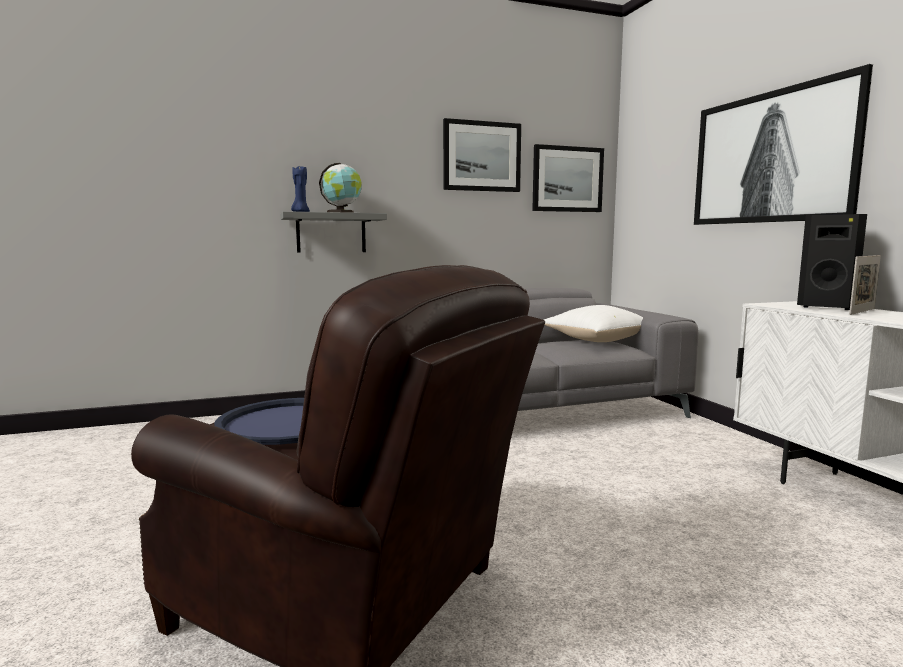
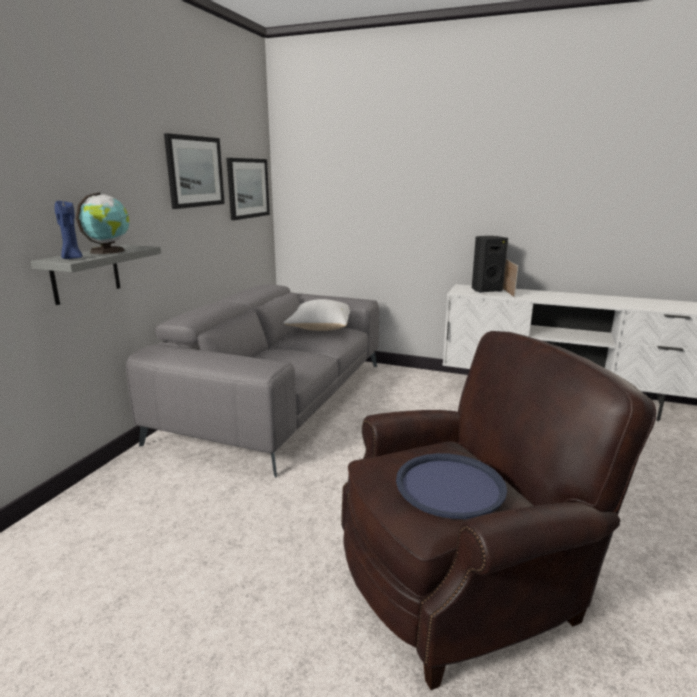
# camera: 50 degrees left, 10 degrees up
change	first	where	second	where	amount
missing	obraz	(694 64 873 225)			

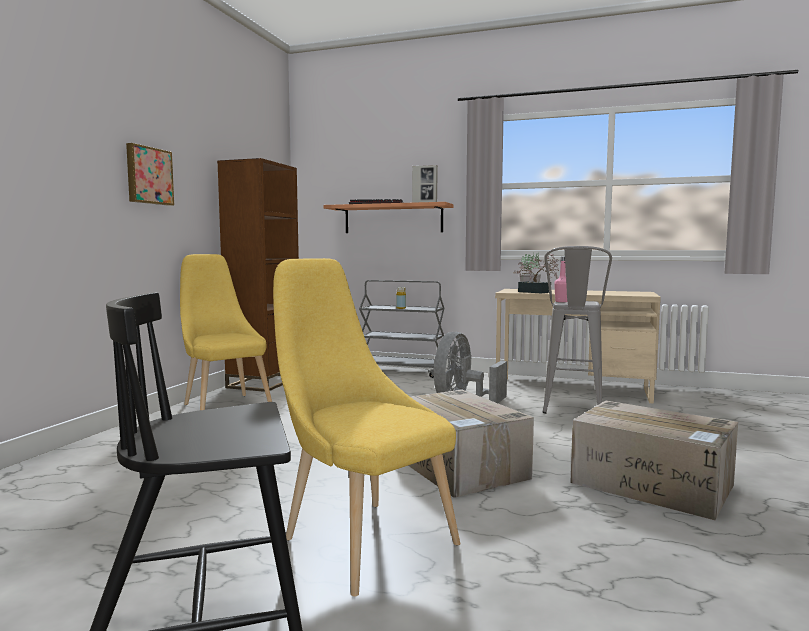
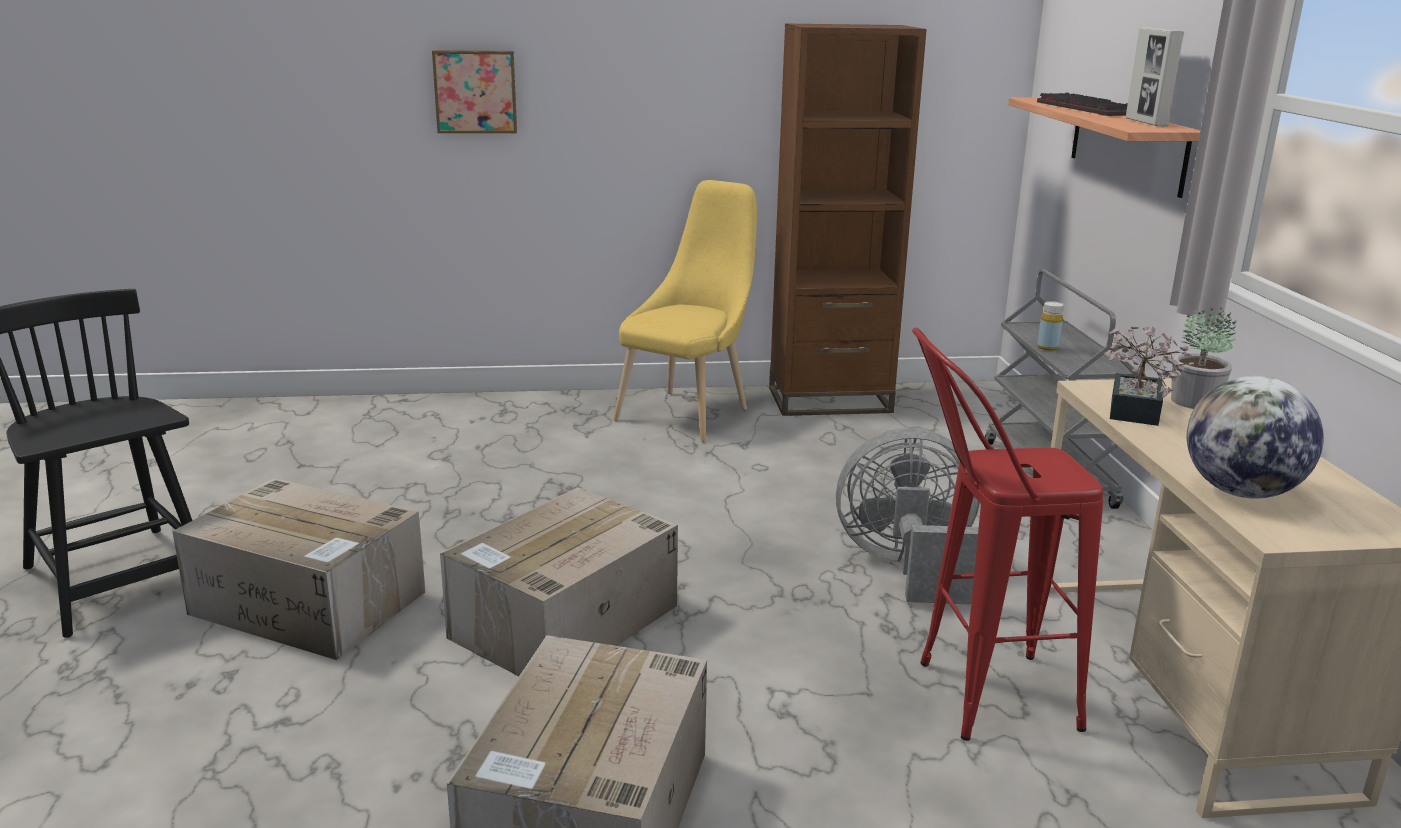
# camera: 65 degrees right, 15 degrees up
change	first	where	second	where	amount
relocated	obraz	(126 143 174 206)		(432 50 517 133)	
exchanged	krzesło [żółty]	(273 258 460 597)	karton	(172 478 425 660)	
colour	stołek [szary]	(542 246 612 414)	stołek [czerwony]	(912 328 1103 741)	
missing	butelka [różowy]	(554 257 567 302)			
appeared			globus	(1187 376 1324 498)	

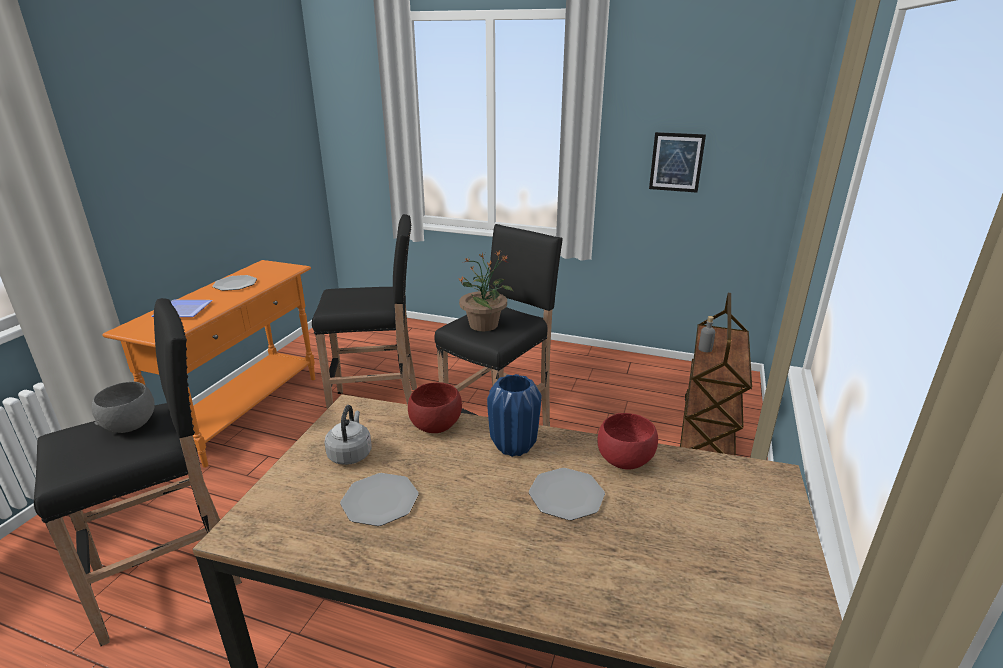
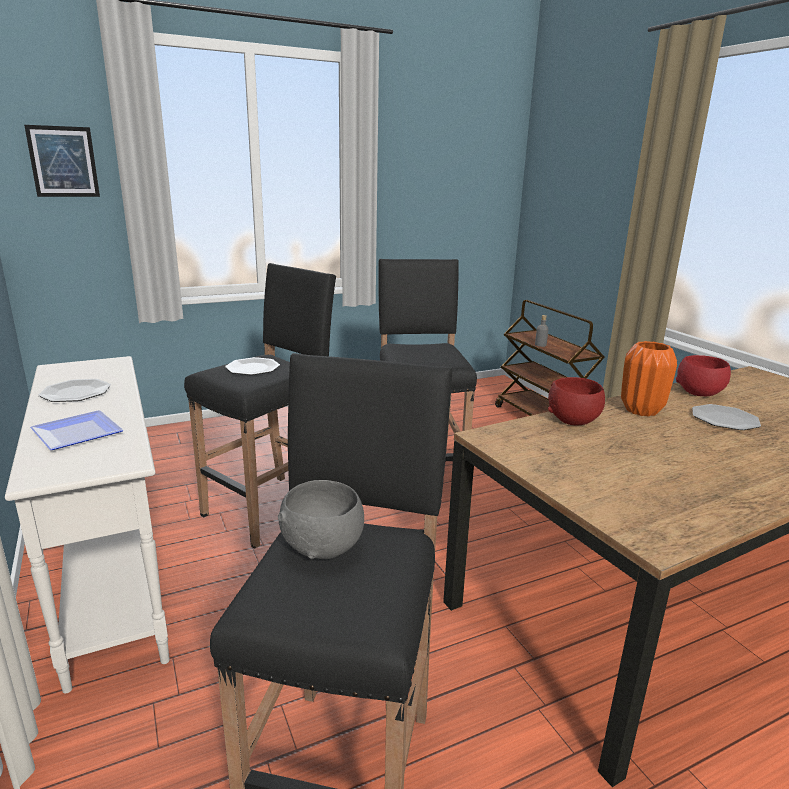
# camera: 45 degrees left, 5 degrees down
change	first	where	second	where	amount
colour	stolik konsolowy [pomarańczowy]	(102 260 315 468)	stolik konsolowy [biały]	(5 356 170 693)	
missing	czajnik [szary]	(325 405 372 465)			
relocated	talerz	(340 473 419 526)		(225 357 280 375)	
missing	roślina doniczkowa	(458 251 514 331)			
colour	wazon [niebieski]	(487 374 541 457)	wazon [pomarańczowy]	(621 341 677 416)	
relocated	obraz	(649 132 706 192)		(24 125 100 197)	

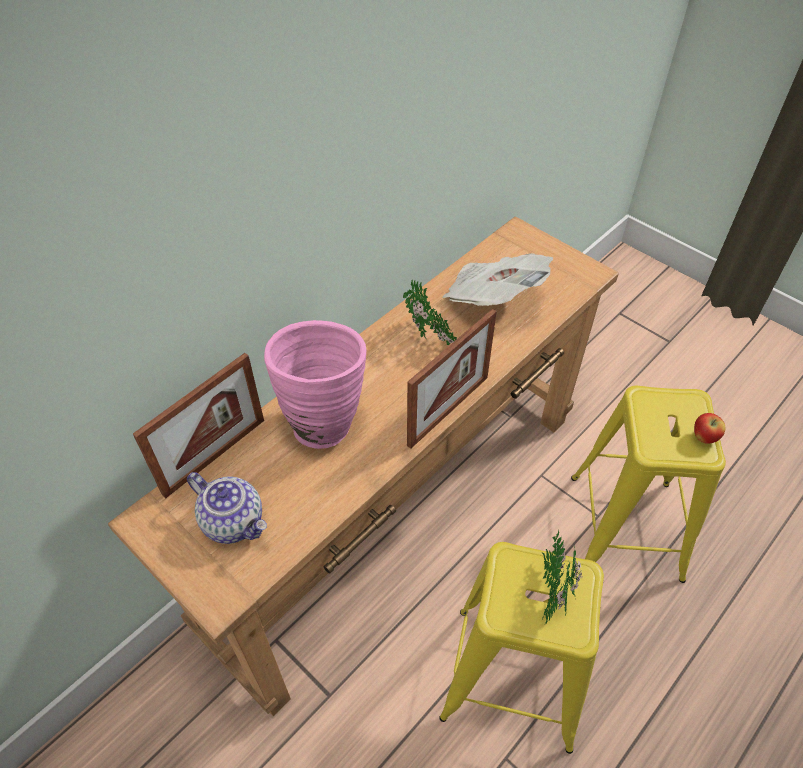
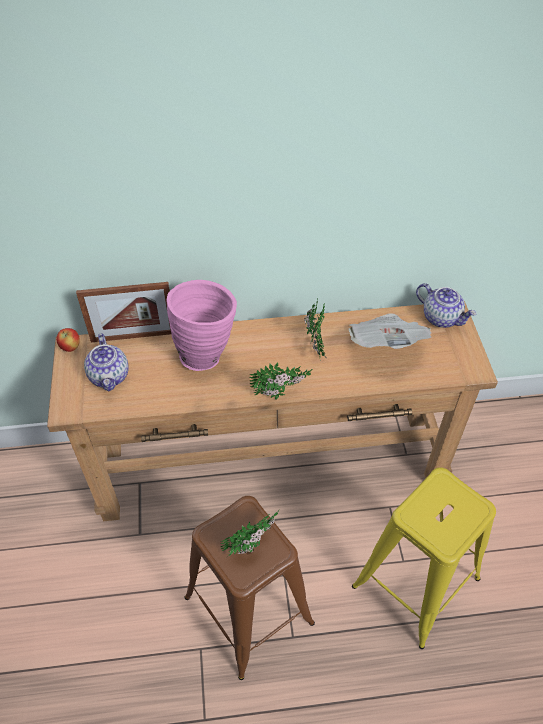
# camera: 40 degrees right, 0 degrees up
change	first	where	second	where	amount
exchanged	ramka na zdjęcie	(407 309 497 449)	roślina doniczkowa	(249 362 313 400)	
colour	stołek [żółty]	(439 542 604 754)	stołek [brązowy]	(185 496 315 680)	
relocated	jabłko	(694 413 725 444)		(56 328 80 352)	
appeared			imbryk	(416 283 477 328)	

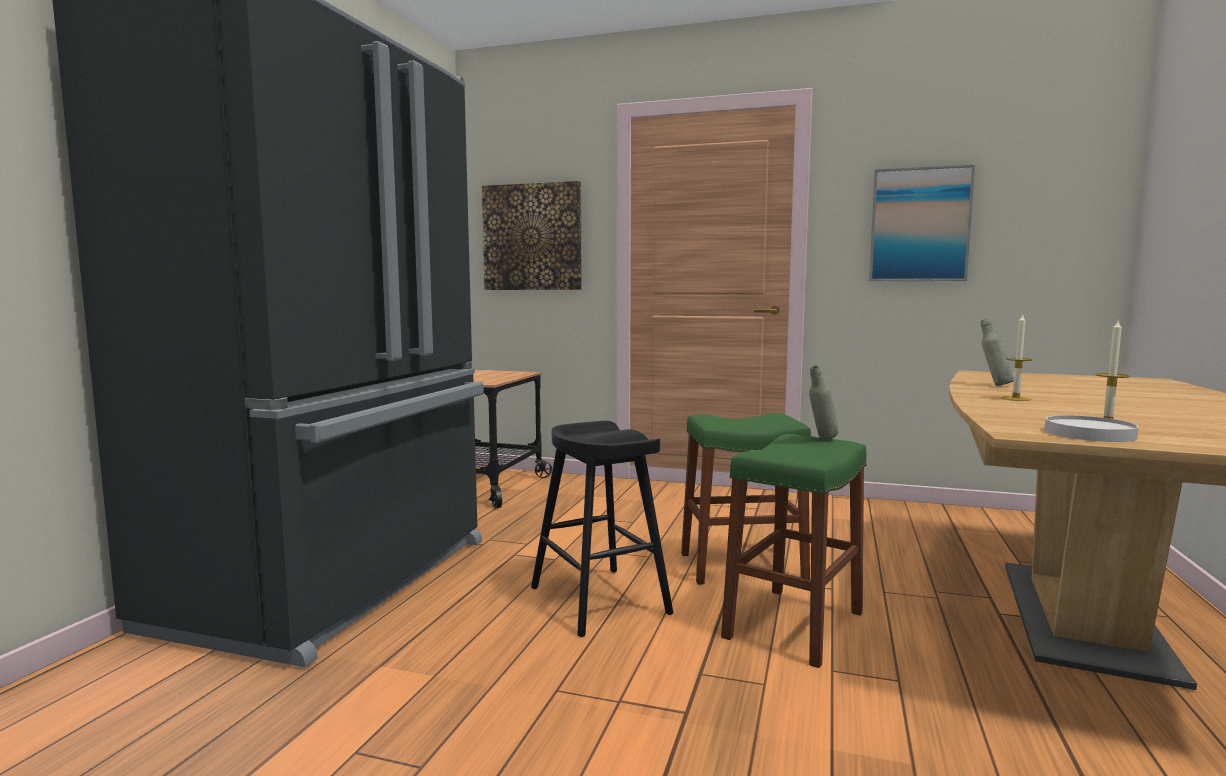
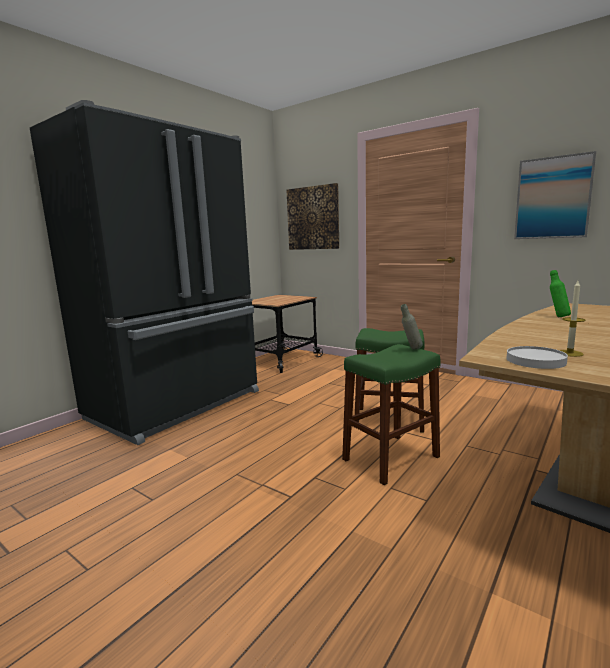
# camera: 20 degrees right, 5 degrees up
change	first	where	second	where	amount
missing	stołek [czarny]	(531 421 673 637)			
colour	butelka [szary]	(981 318 1014 386)	butelka [zielony]	(550 270 571 317)	
missing	świeca	(1001 315 1032 401)			

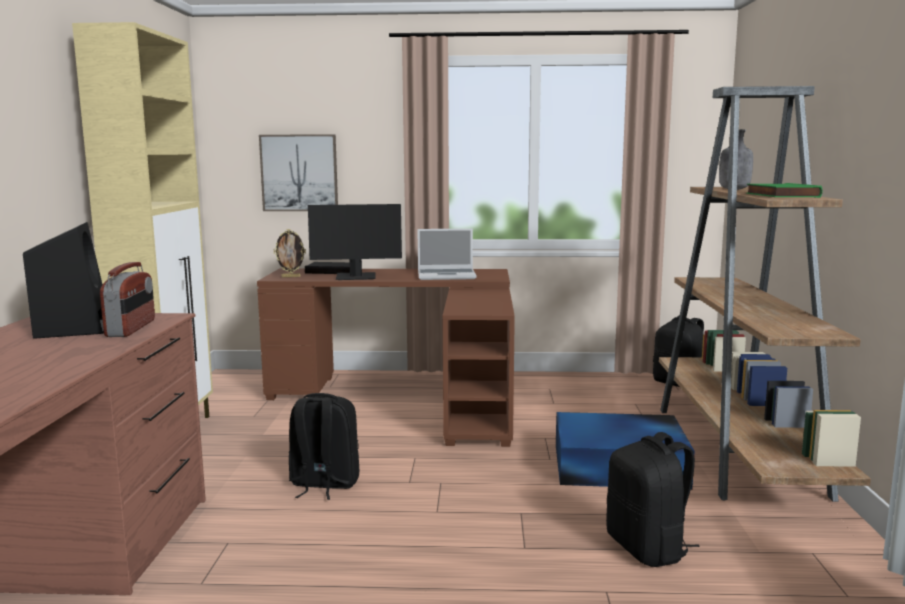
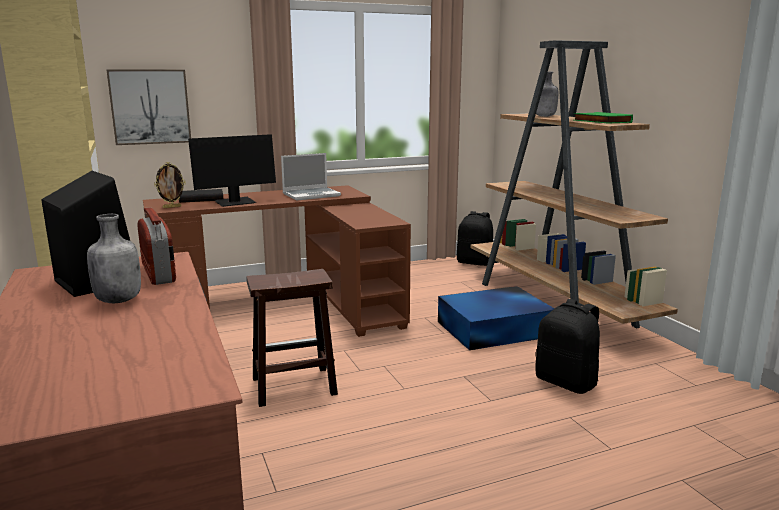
# camera: 25 degrees left, 5 degrees up
change	first	where	second	where	amount
exchanged	plecak [czarny]	(289 393 359 500)	stołek [brązowy]	(246 269 338 407)	
appeared			butelka [szary]	(87 214 141 303)	

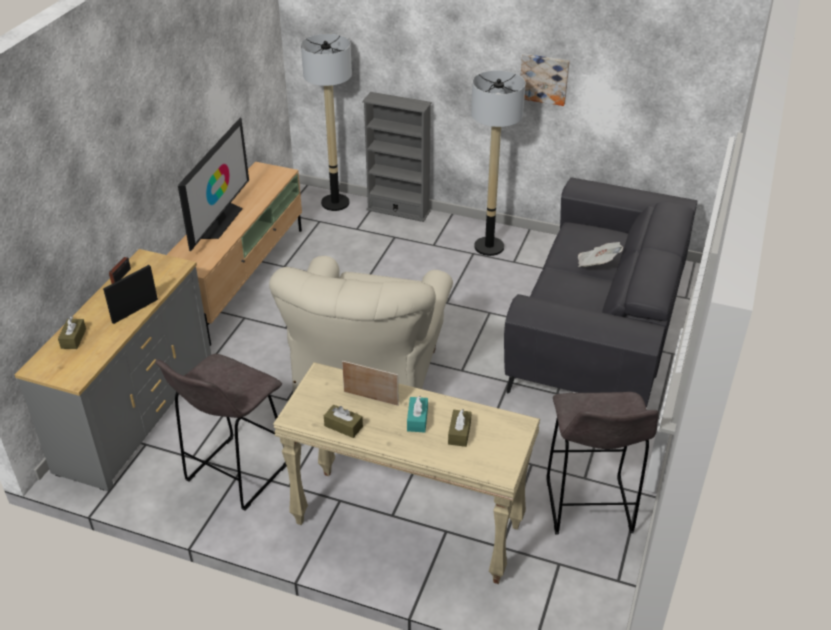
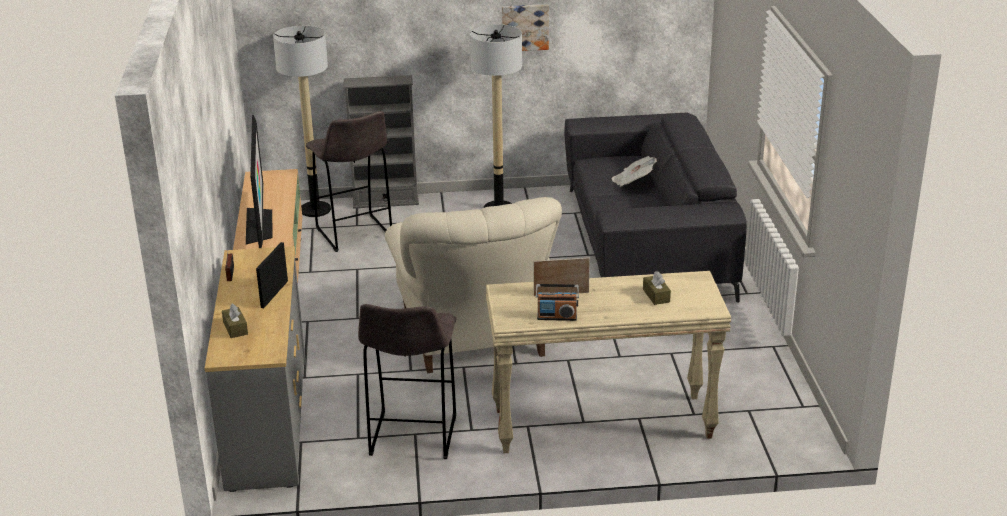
# camera: 25 degrees left, 10 degrees down
change	first	where	second	where	amount
exchanged	pudełko chusteczek [brązowy]	(324 405 363 438)	radio	(535 284 579 321)	
missing	pudełko chusteczek [turkusowy]	(407 396 428 432)			
relocated	stołek [szary]	(546 392 659 534)		(306 111 392 252)	

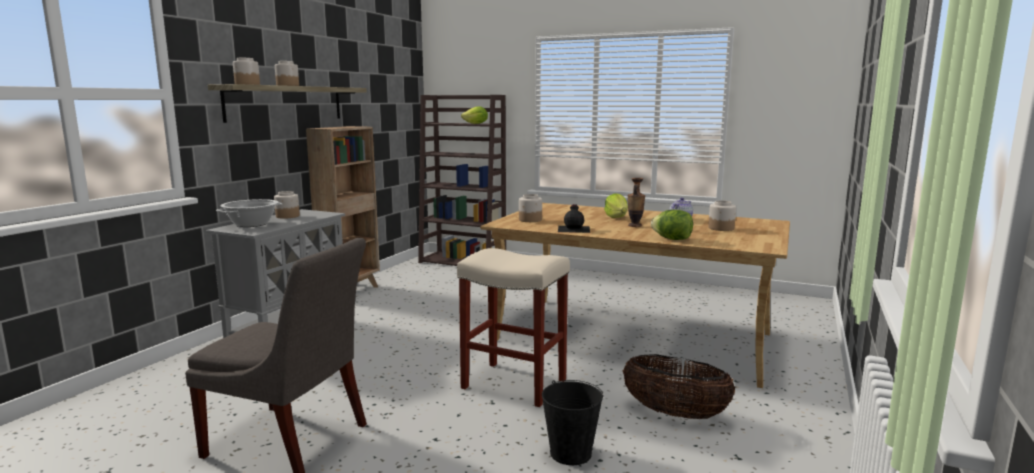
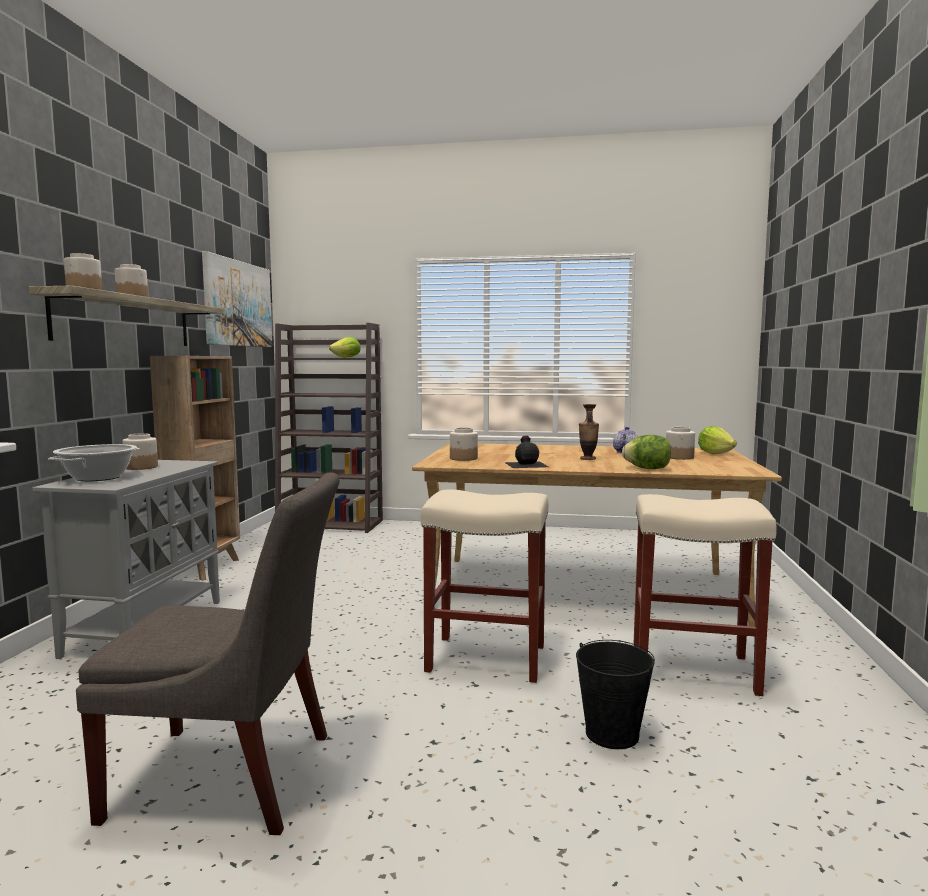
# camera: 15 degrees left, 5 degrees down
change	first	where	second	where	amount
relocated	sałata	(604 193 628 218)		(698 426 737 454)	
exchanged	koszyk	(623 354 735 419)	stołek [beżowy]	(633 494 777 696)	
appeared			obraz	(202 251 272 347)	

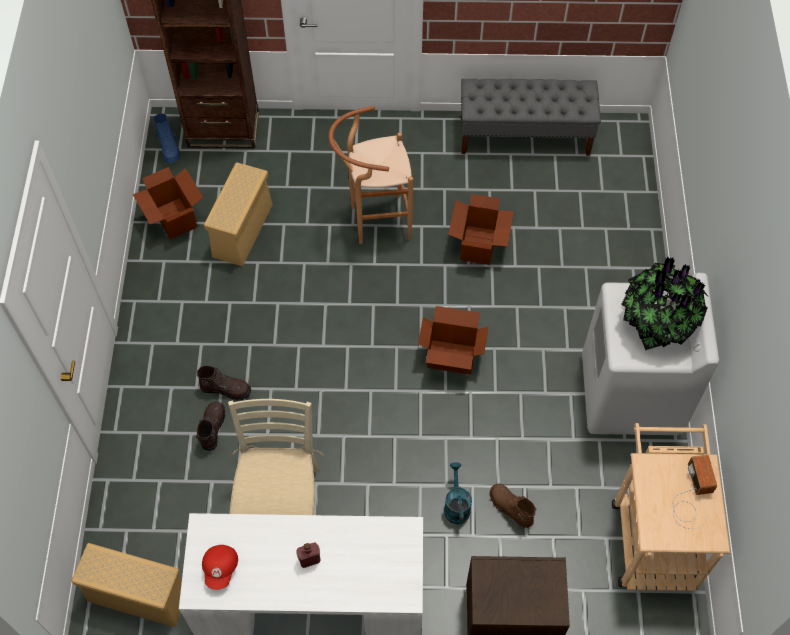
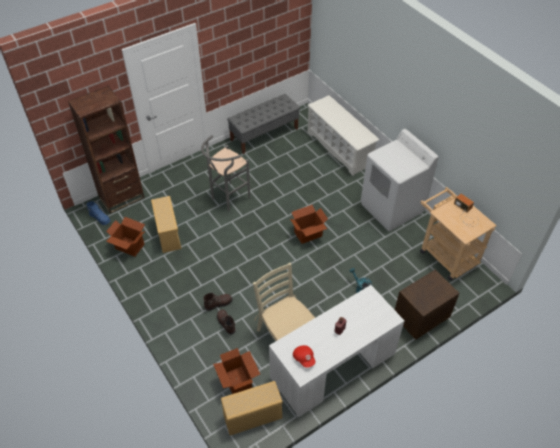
# camera: 35 degrees left, 10 degrees down
change	first	where	second	where	amount
colour	stołek [brązowy]	(328 106 413 244)	stołek [szary]	(201 135 250 211)	
relocated	karton	(448 194 514 265)		(213 348 260 394)	
missing	but z cholewką [brązowy]	(490 484 536 528)			
missing	roślina doniczkowa	(621 256 708 350)			
appeared			regał na buty [biały]	(307 95 379 176)	

